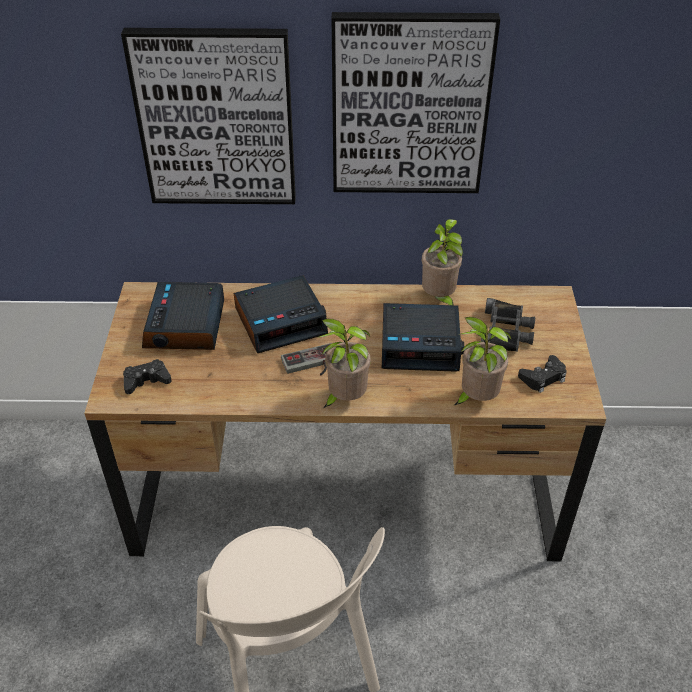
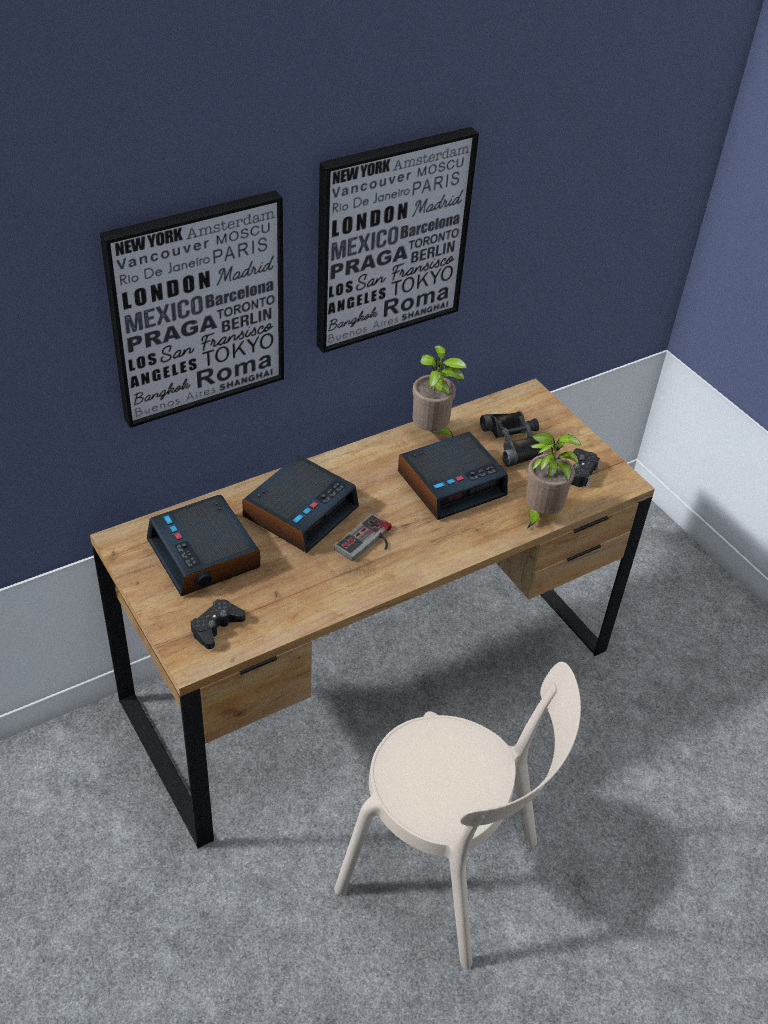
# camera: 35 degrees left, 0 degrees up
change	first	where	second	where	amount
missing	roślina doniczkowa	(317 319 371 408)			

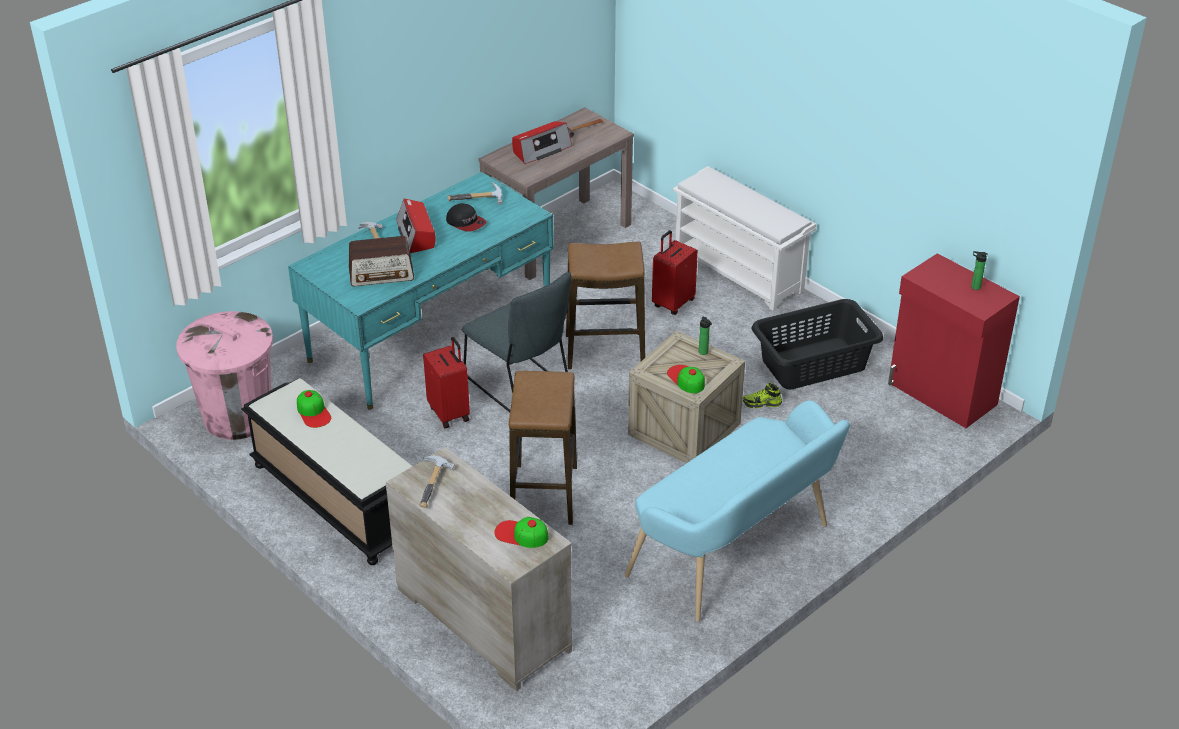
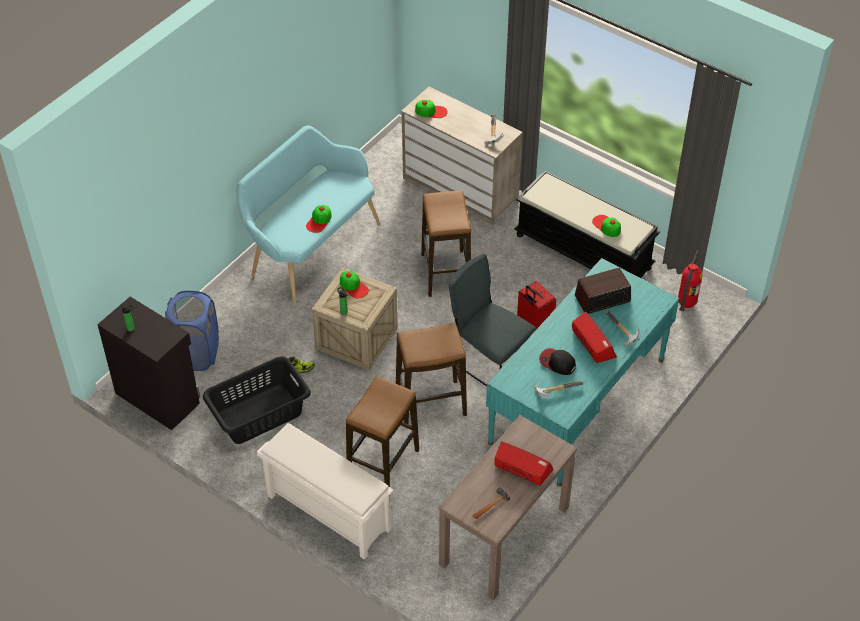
# camera: 170 degrees right, 10 degrees up
change	first	where	second	where	amount
exchanged	kosz na śmieci [różowy]	(176 311 273 440)	gaśnica	(678 250 702 311)	
spun	radio	(512 121 572 164)		(494 441 553 486)	75 degrees clockwise
exchanged	walizka [czerwony]	(652 230 698 315)	stołek	(346 376 419 496)	
colour	szafka [czerwony]	(888 253 1020 428)	szafka [czarny]	(97 297 200 430)	
appeared			kosz na pranie [niebieski]	(165 291 219 371)	
appeared			czapka z daszkiem	(306 205 332 233)	

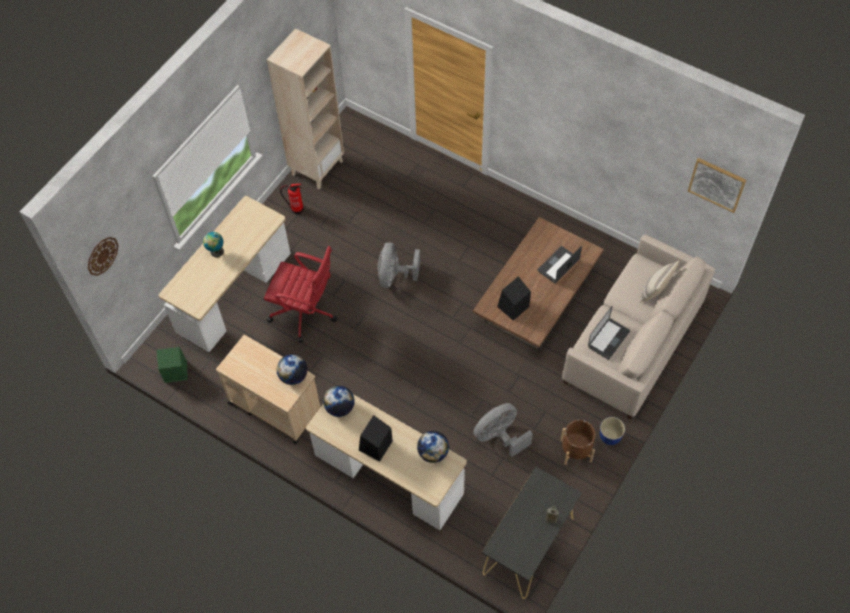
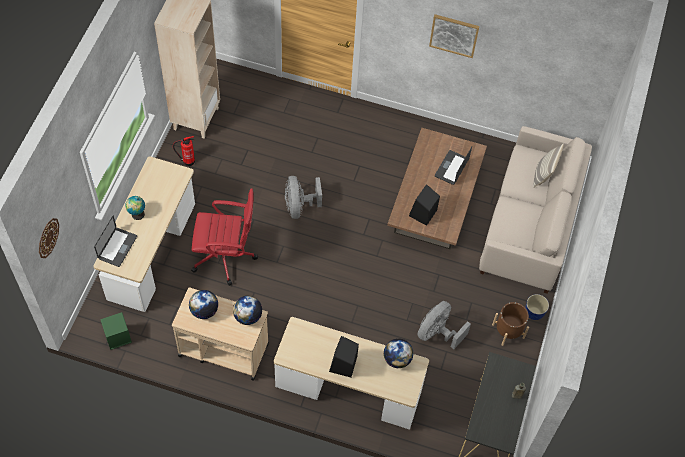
# camera: 20 degrees left, 0 degrees up
change	first	where	second	where	amount
relocated	globus	(323 386 355 417)		(189 290 218 319)	
relocated	laptop	(588 306 630 360)		(94 216 137 267)	
relocated	obraz	(688 158 746 213)		(429 14 479 58)	

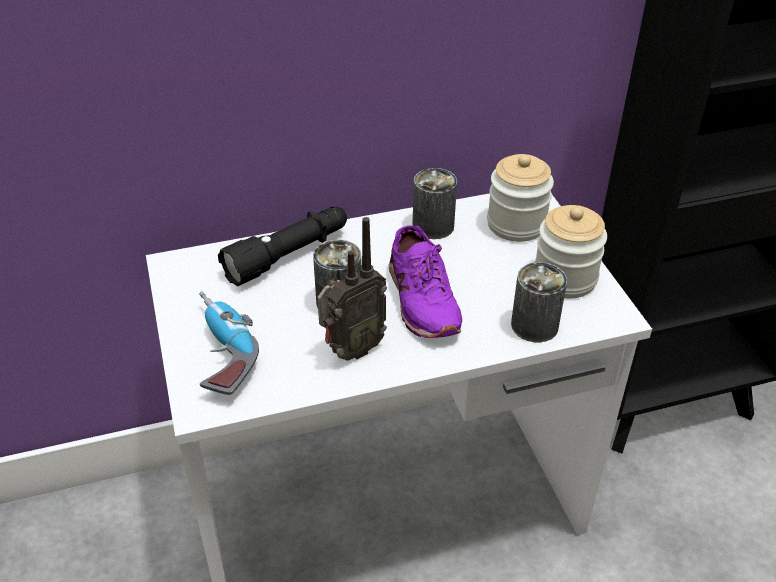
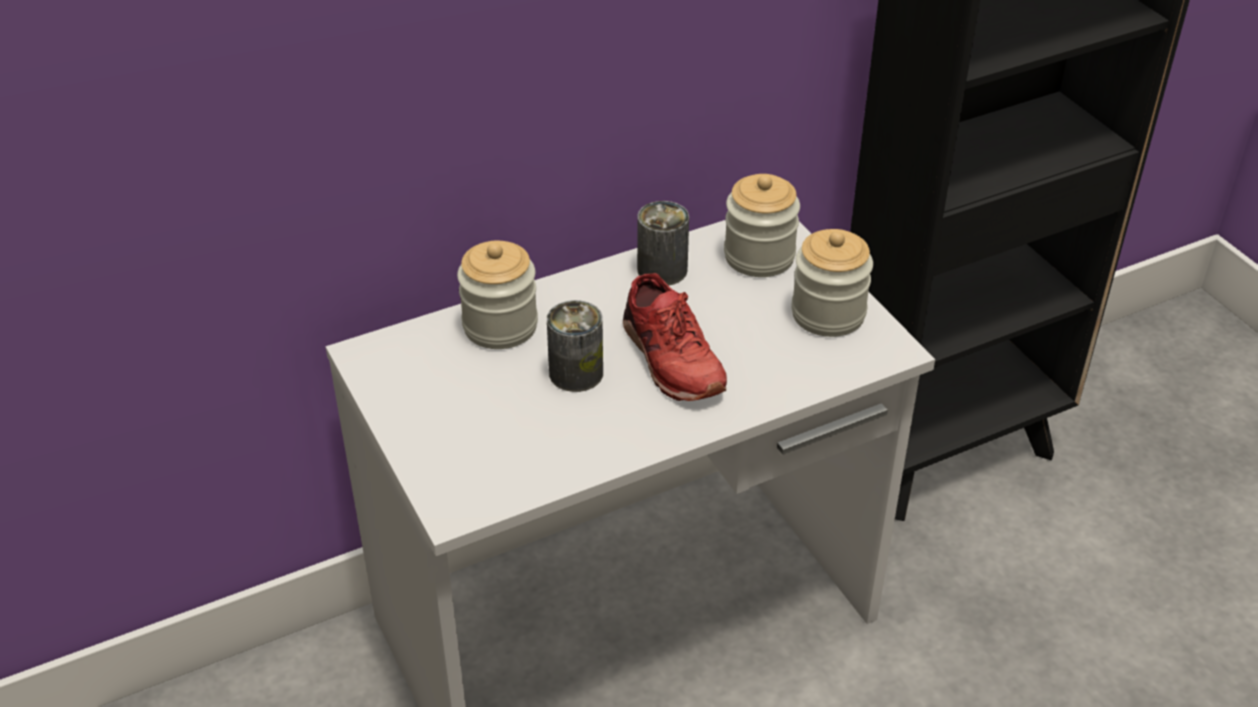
# camera: 10 degrees left, 0 degrees up
change	first	where	second	where	amount
missing	wiertarka	(199 291 259 395)			
exchanged	latarka [czarny]	(218 206 347 286)	słoik	(457 240 538 349)	
missing	radio	(317 217 387 361)			
colour	but [fioletowy]	(389 225 462 338)	but [czerwony]	(623 273 727 401)	
missing	puszka	(511 262 567 342)			

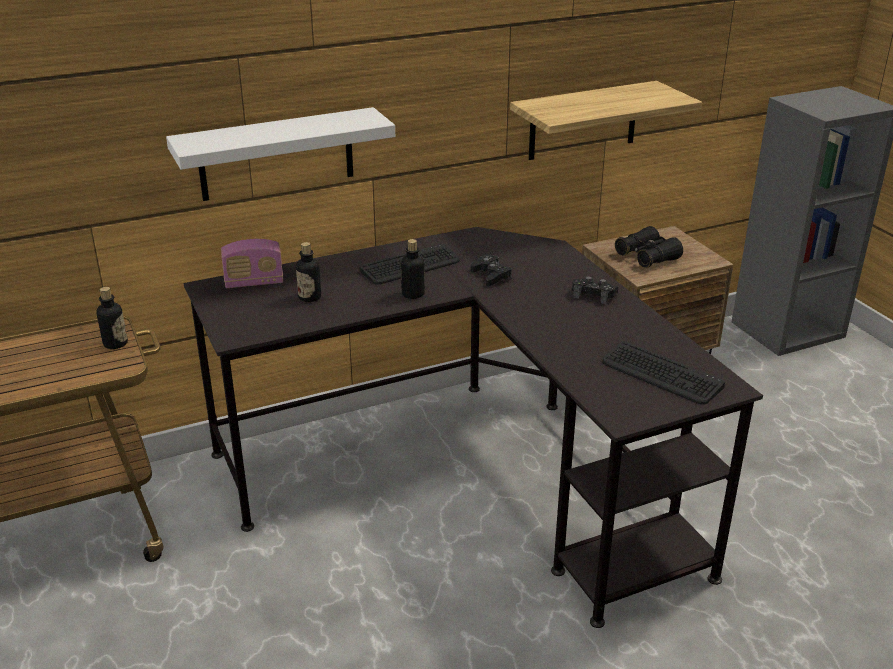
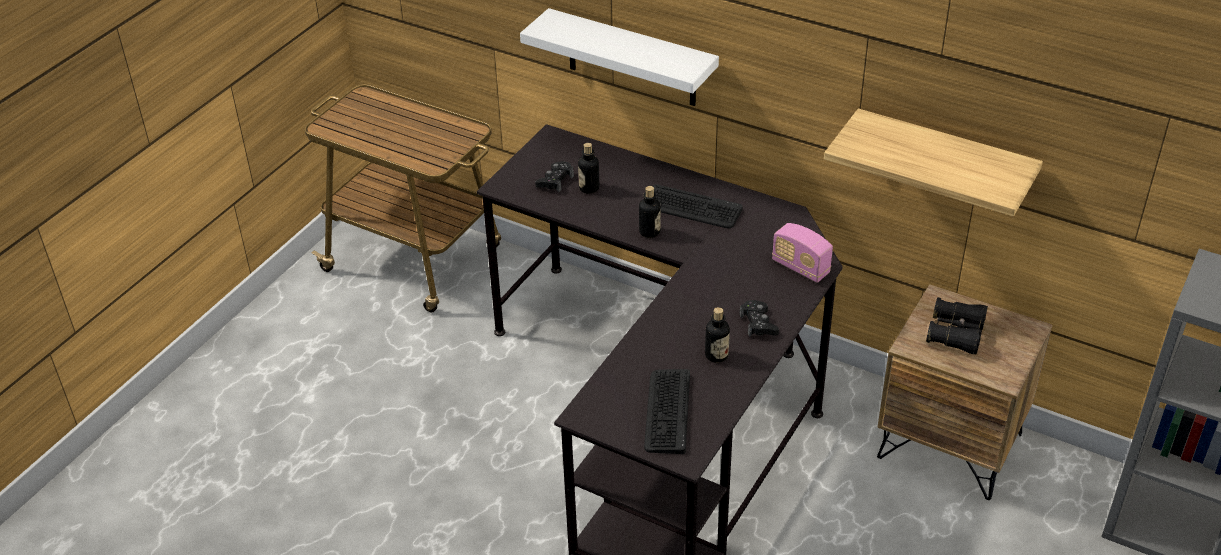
# camera: 55 degrees right, 10 degrees up
change	first	where	second	where	amount
relocated	butelka	(96 287 128 349)		(705 307 730 363)	
relocated	radio	(221 239 283 288)		(772 223 833 283)	
relocated	pad do gier [czarny]	(471 255 512 286)		(535 161 574 192)	

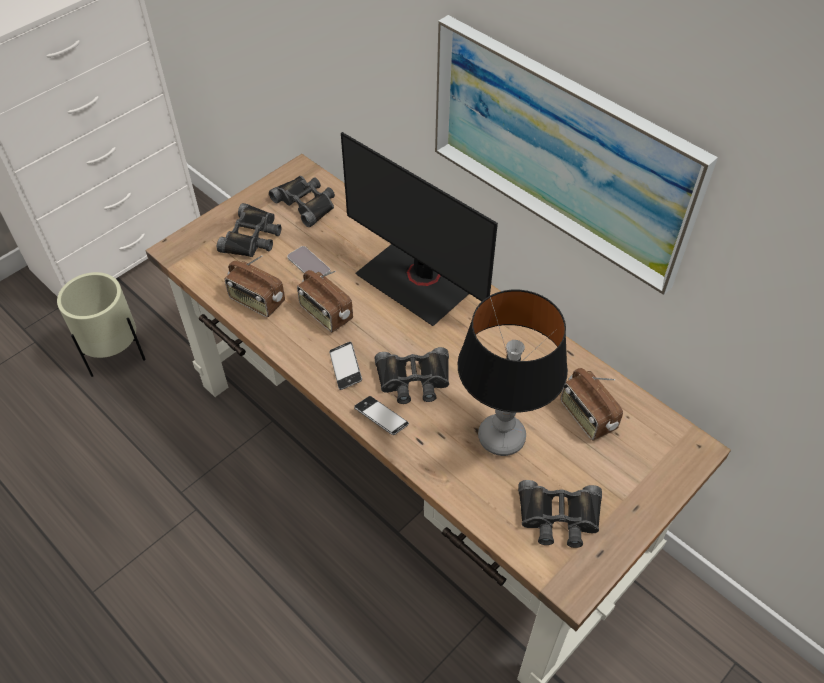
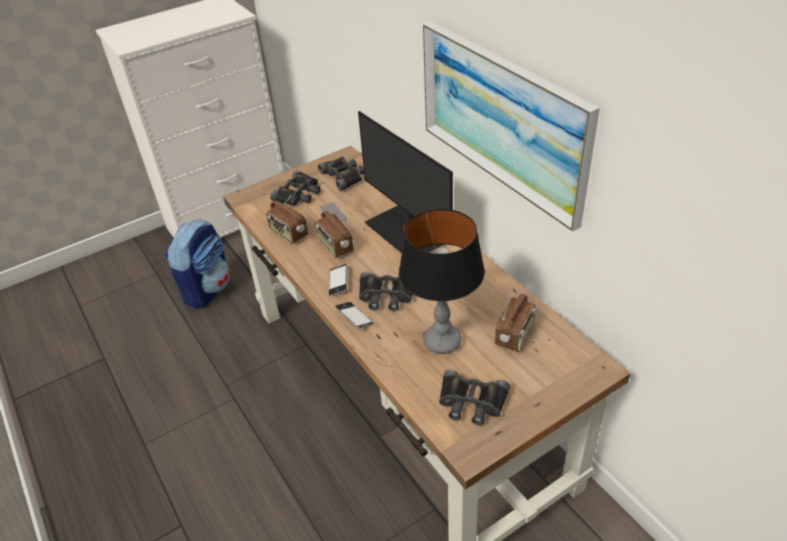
# camera: 15 degrees right, 10 degrees down
change	first	where	second	where	amount
exchanged	donica [beżowy]	(57 272 146 377)	plecak	(165 219 230 309)	
spun	radio	(561 368 623 440)		(495 288 536 352)	135 degrees counterclockwise

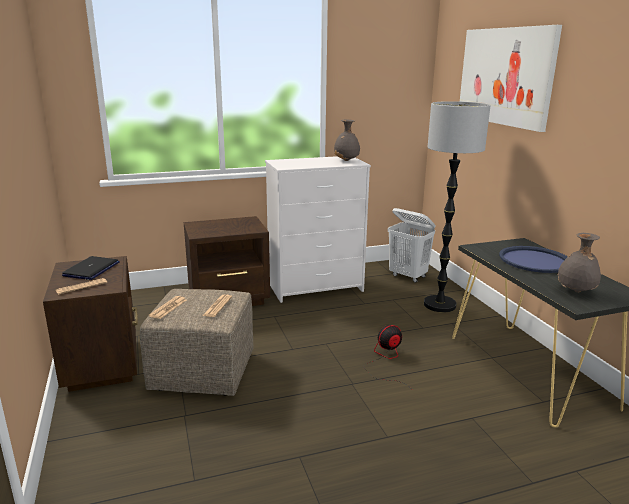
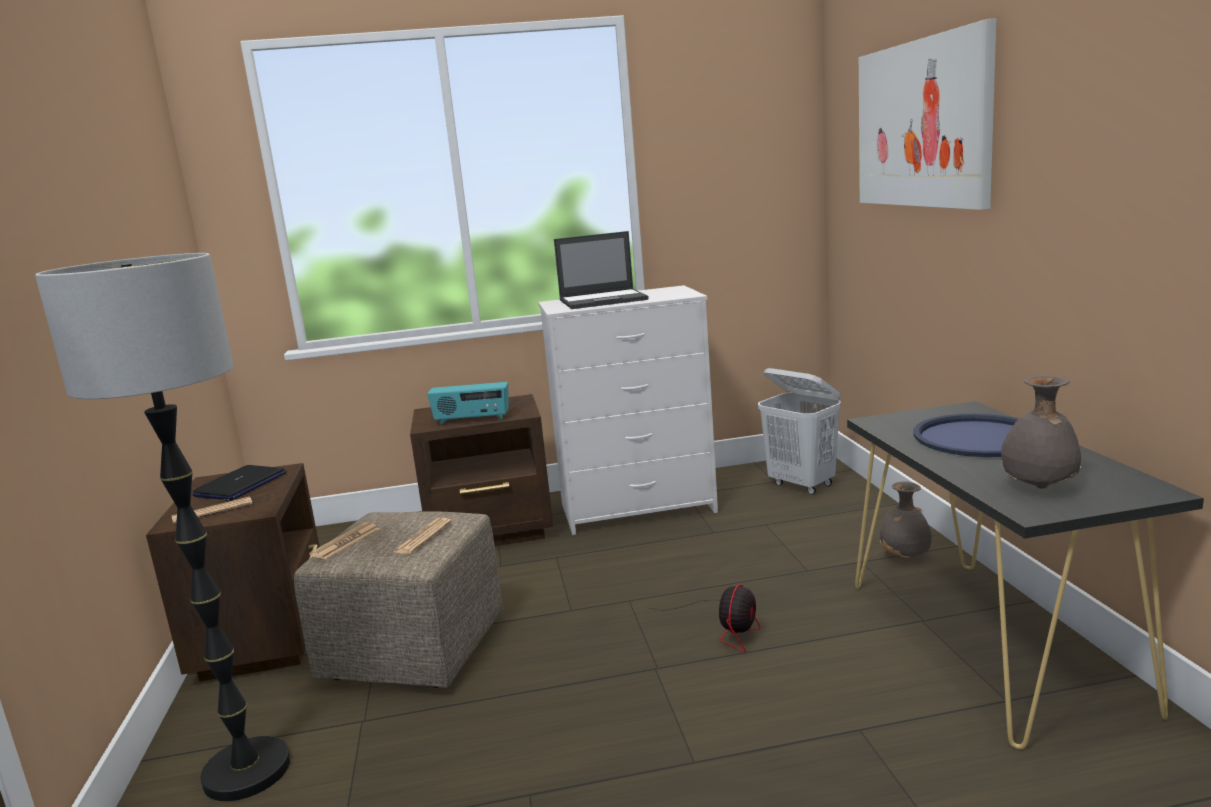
# camera: 10 degrees right, 5 degrees down
change	first	where	second	where	amount
relocated	wazon [szary]	(334 119 360 161)		(880 482 932 558)	
spun	wentylator	(364 325 408 386)		(650 584 760 652)	135 degrees clockwise
relocated	lampa stojąca	(424 101 491 312)		(35 253 290 801)	
appeared			radio	(427 382 509 425)	
appeared			laptop	(554 231 649 309)	

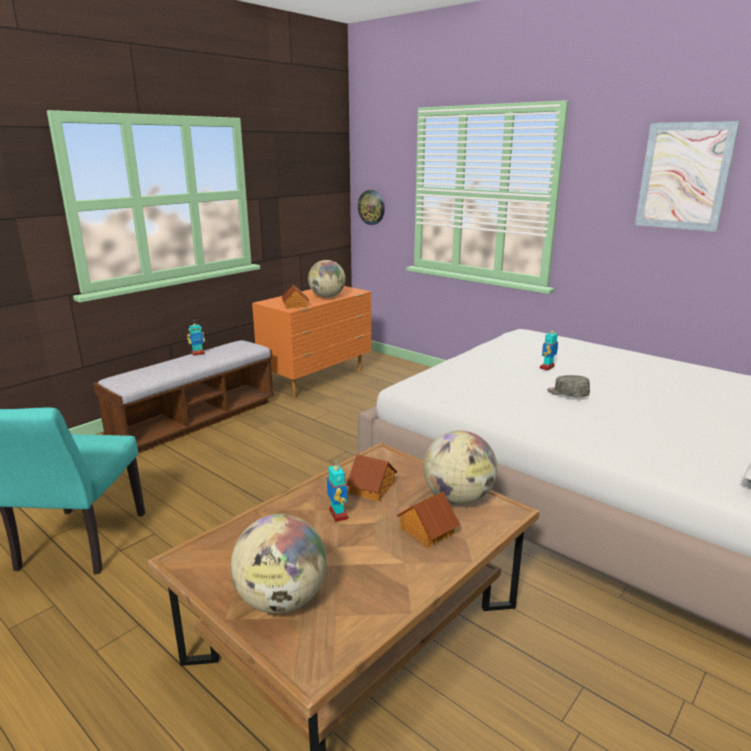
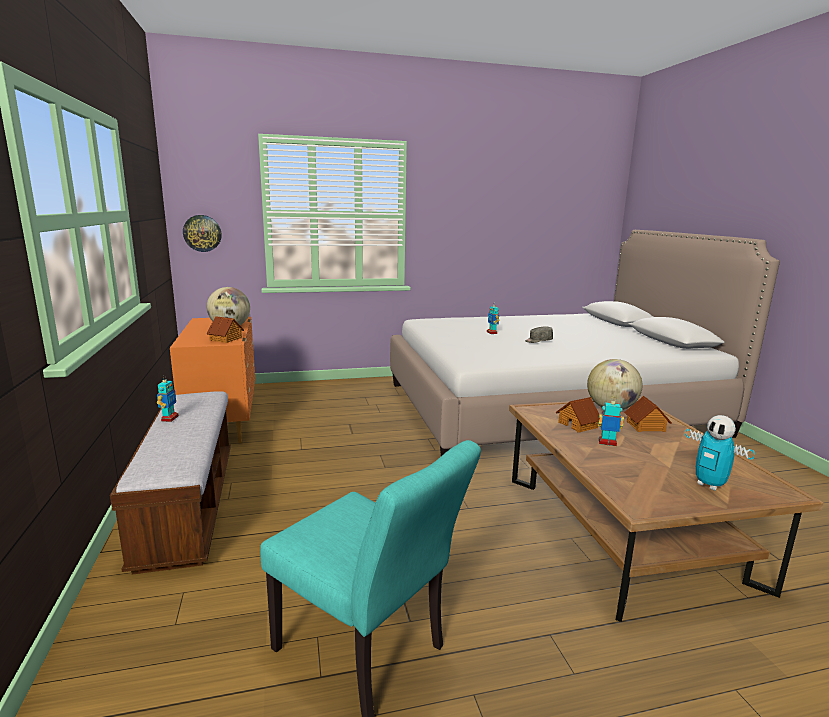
# camera: 55 degrees left, 5 degrees down
change	first	where	second	where	amount
exchanged	globus	(231 514 327 614)	robot zabawkowy	(685 415 755 491)	
missing	obraz	(635 121 740 232)			

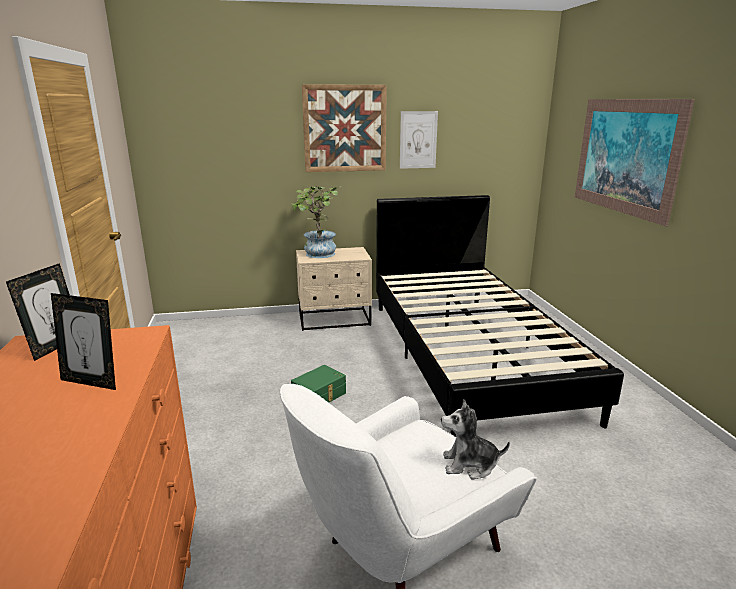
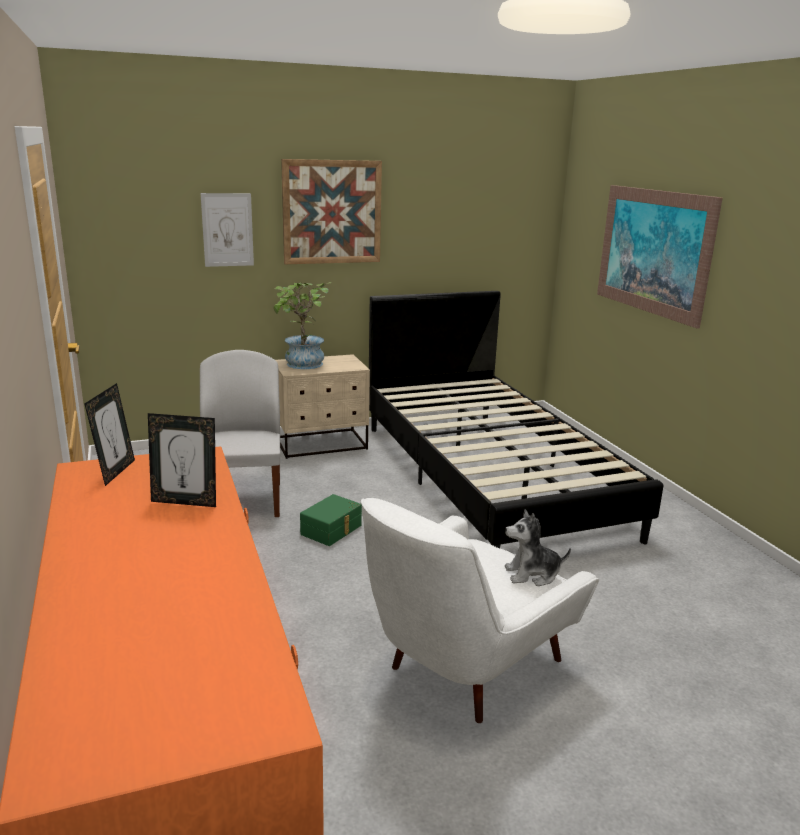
# camera: 10 degrees left, 0 degrees up
change	first	where	second	where	amount
relocated	obraz	(400 111 438 169)		(200 193 254 267)	
appeared			krzesło [biały]	(200 350 280 517)	

